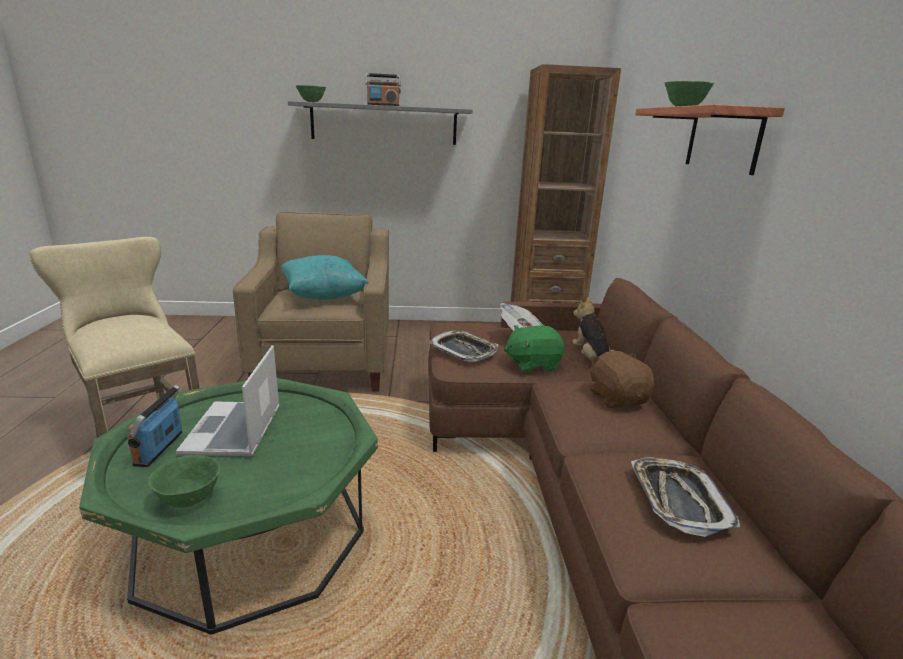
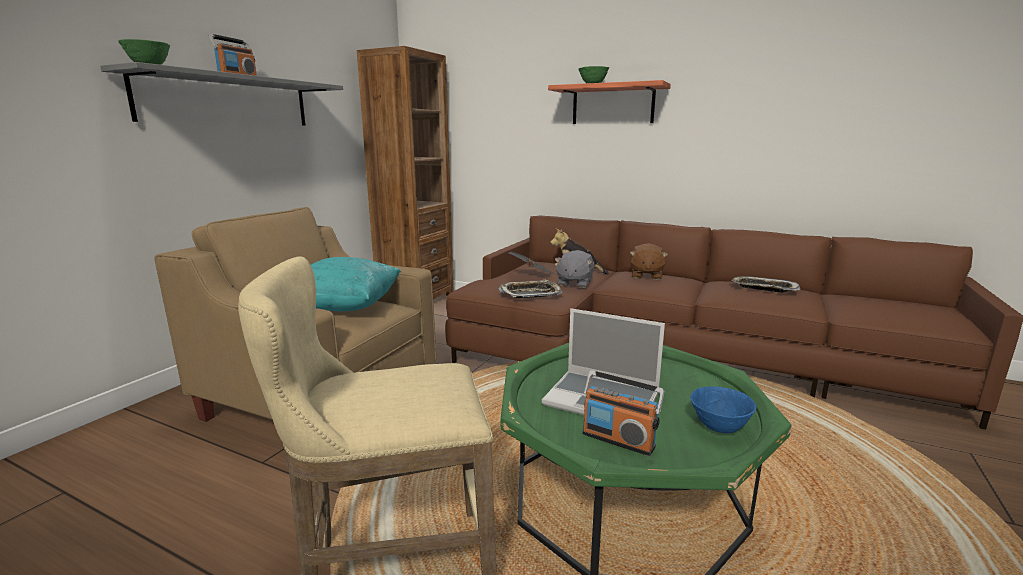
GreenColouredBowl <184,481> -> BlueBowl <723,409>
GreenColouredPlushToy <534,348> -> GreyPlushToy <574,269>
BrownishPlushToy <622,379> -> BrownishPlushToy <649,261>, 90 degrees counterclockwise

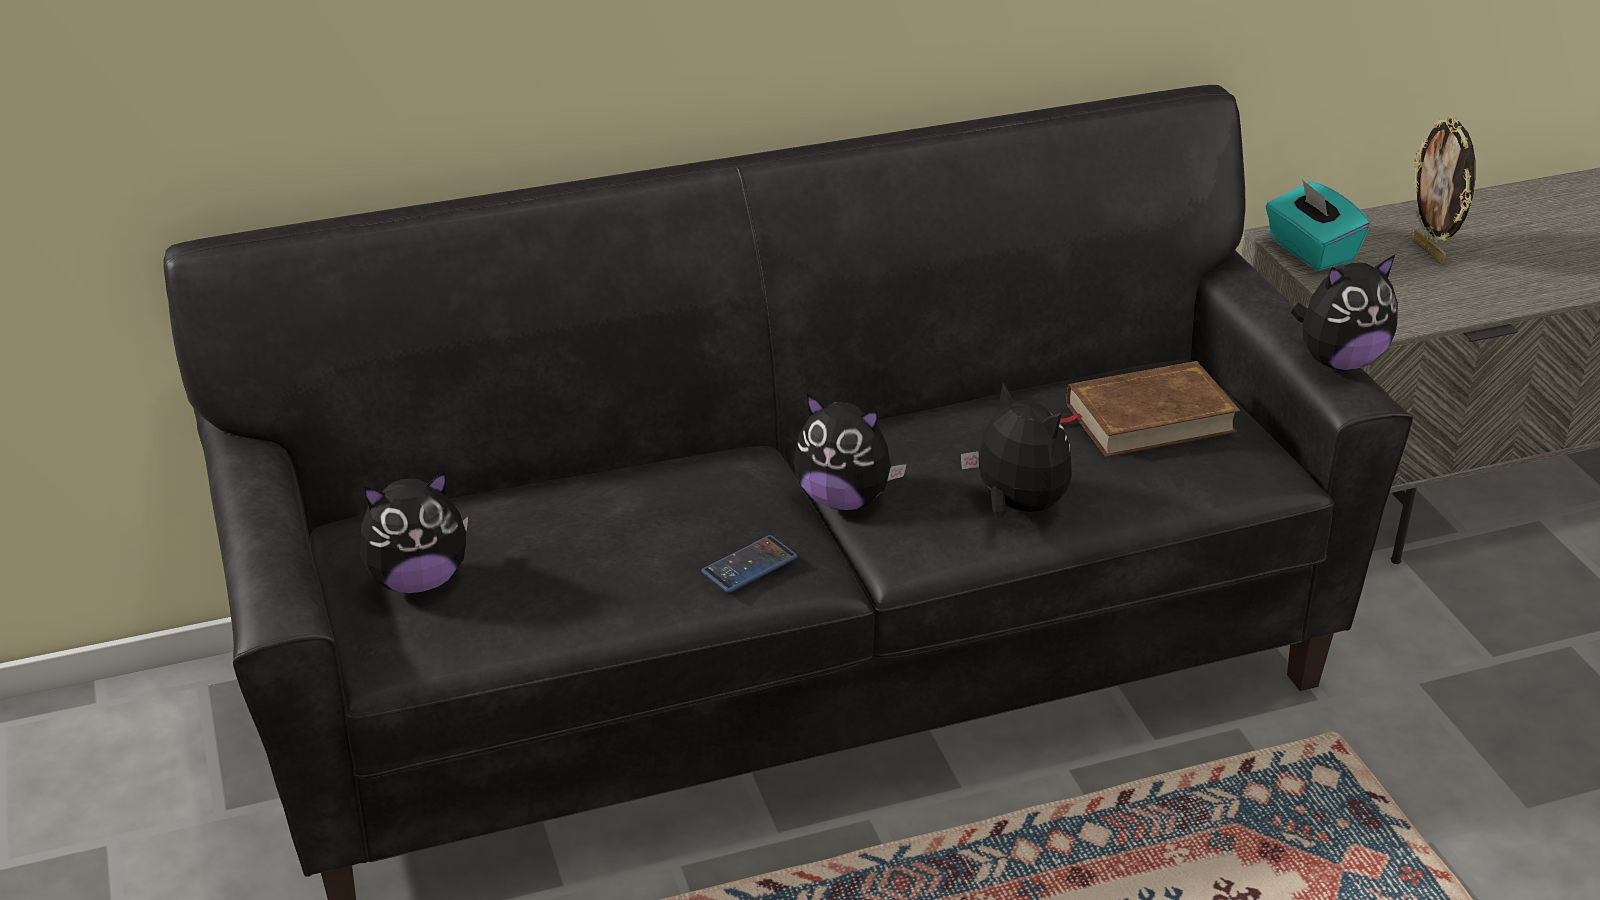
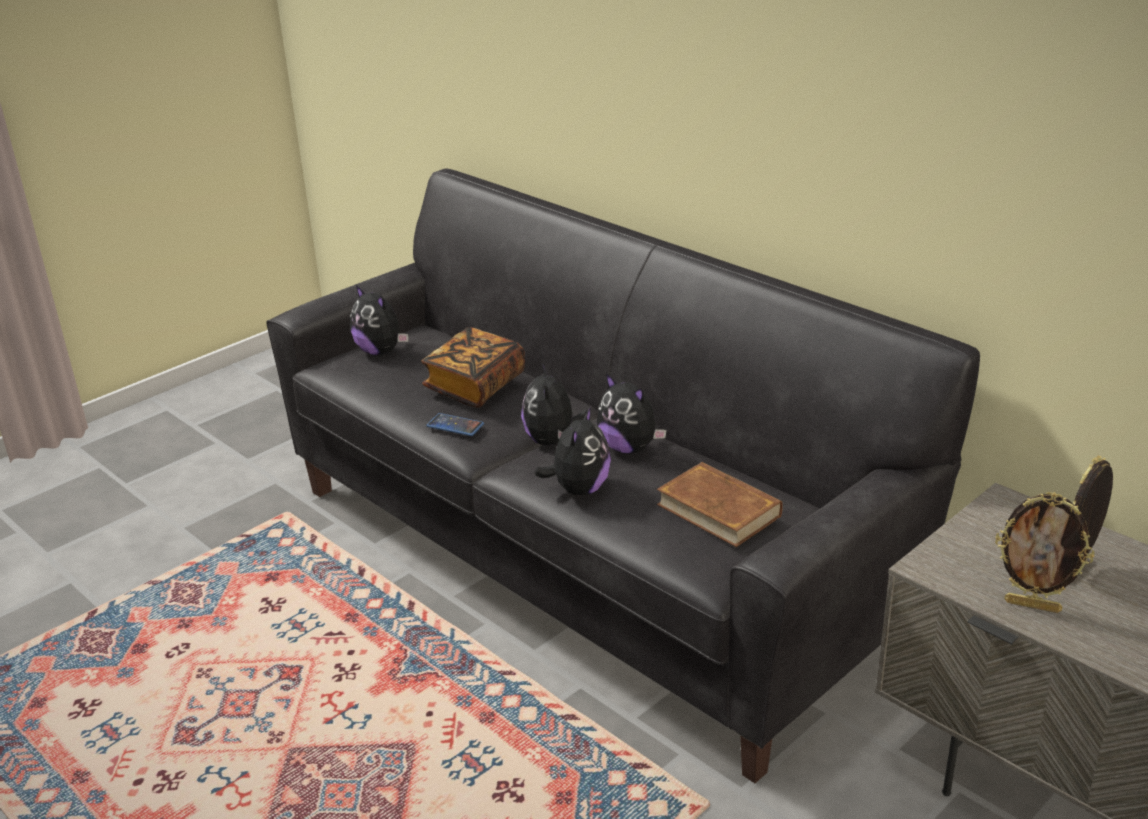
BlueGreenTissueBox <1318,225> -> none
none -> BoundBook <473,367>
none -> PhotoFrame <1045,552>
PlushToy <1344,313> -> PlushToy <632,413>, shifted

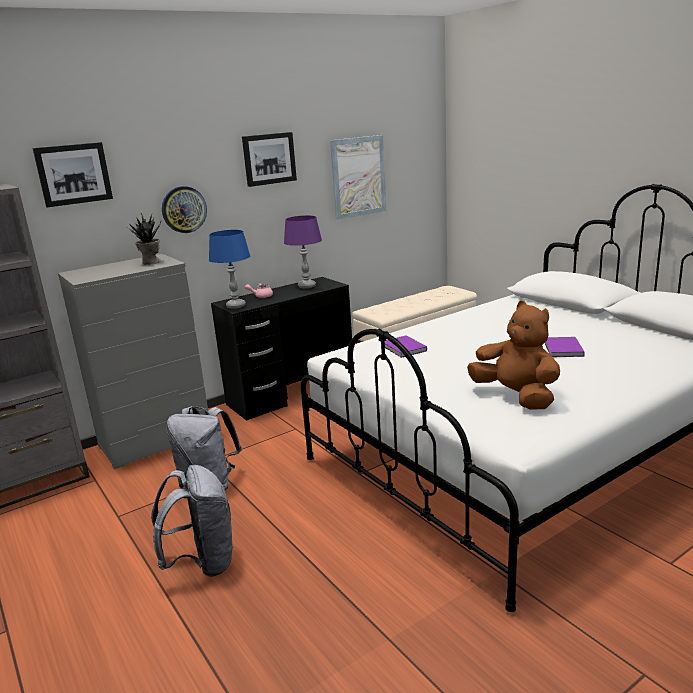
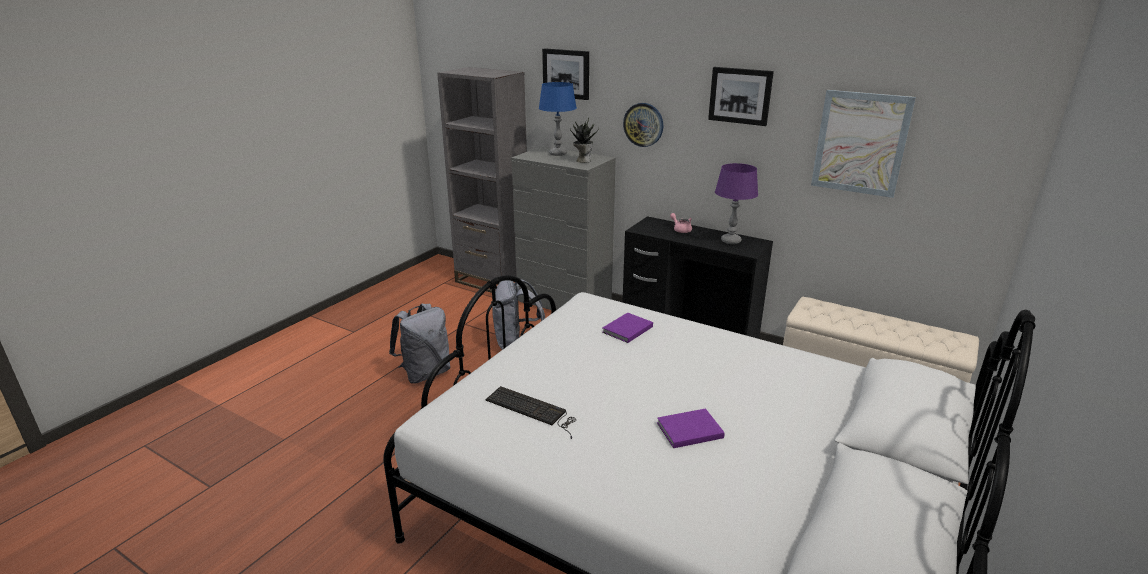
BlueTableLamp <229,269> -> BlueTableLamp <558,119>, shifted
BrownishPlushToy <513,355> -> ComputerKeyboard <531,412>

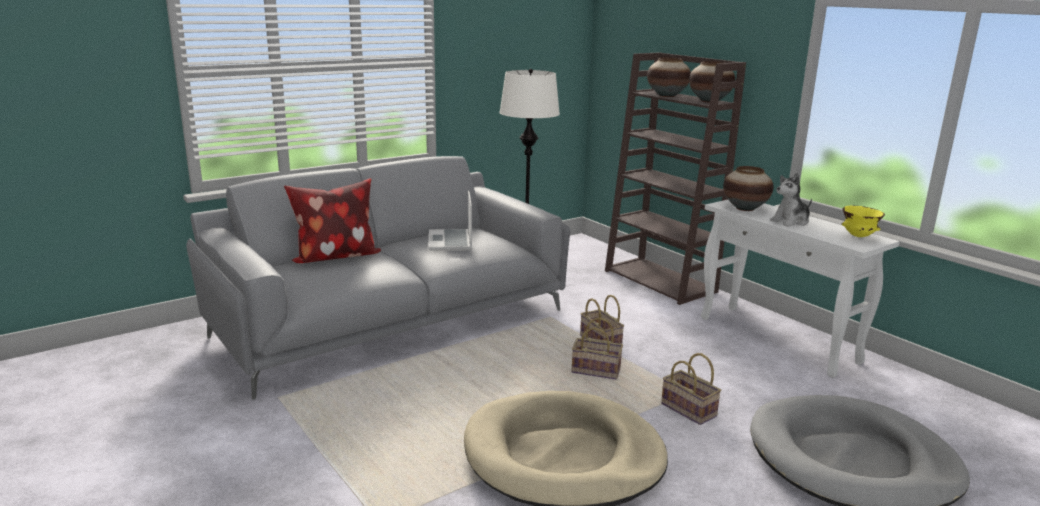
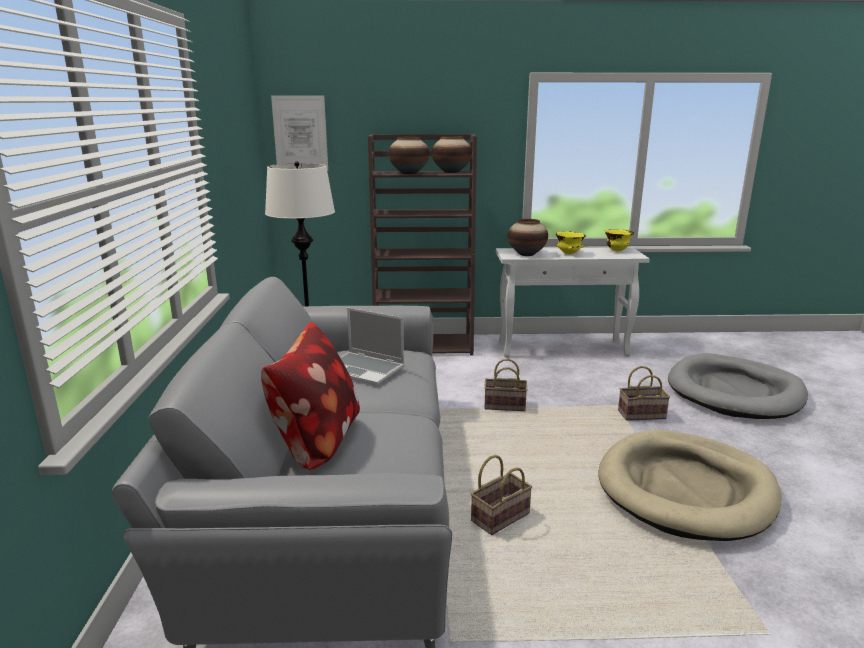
none -> WallPicture <299,133>
HouseholdBasket <597,348> -> HouseholdBasket <501,495>, shifted
PlushToy <791,200> -> YellowColouredBowl <571,242>

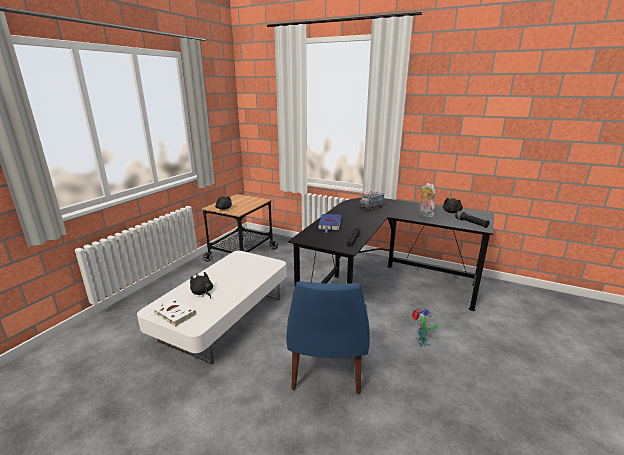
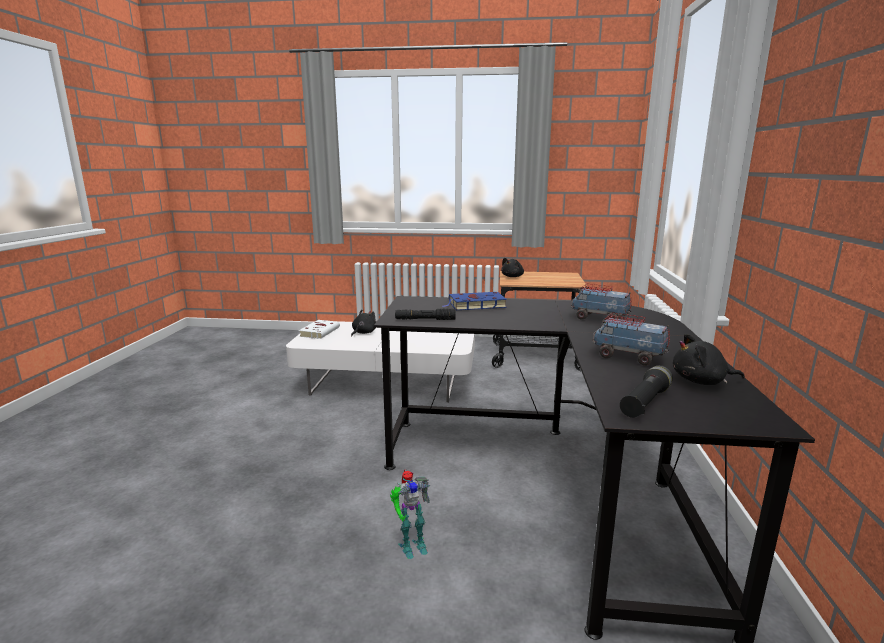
BluePlainChair <328,337> -> none
PlushToy <428,200> -> ToyTruck <631,339>

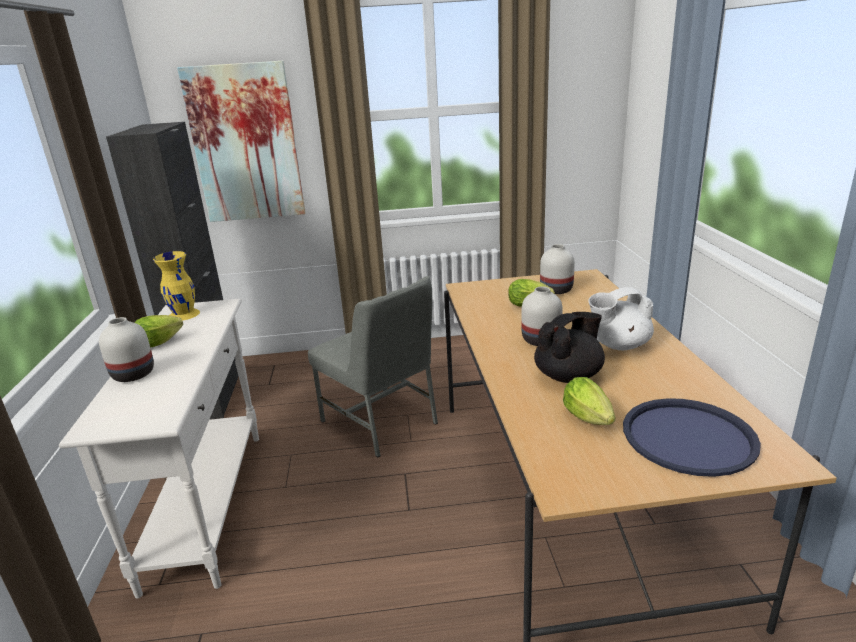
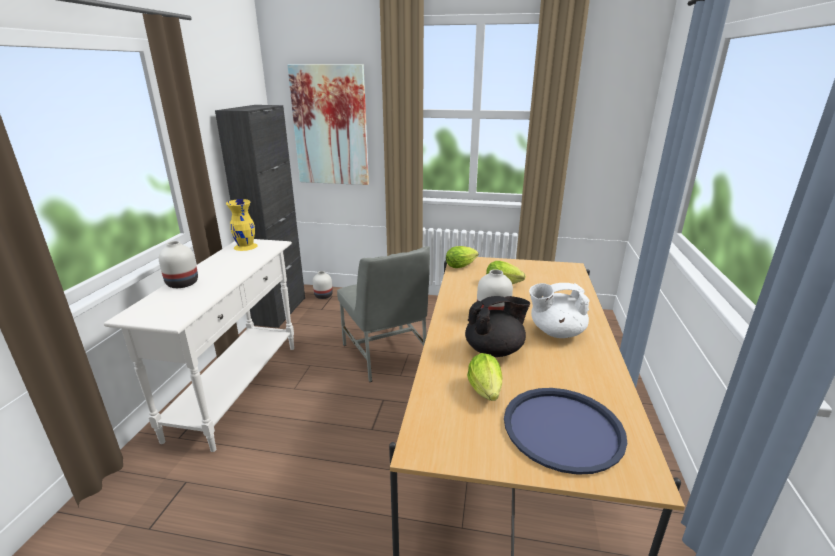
LettuceHead <158,331> -> LettuceHead <462,257>, shifted
WhiteDecorativeVase <557,269> -> WhiteDecorativeVase <323,285>, shifted

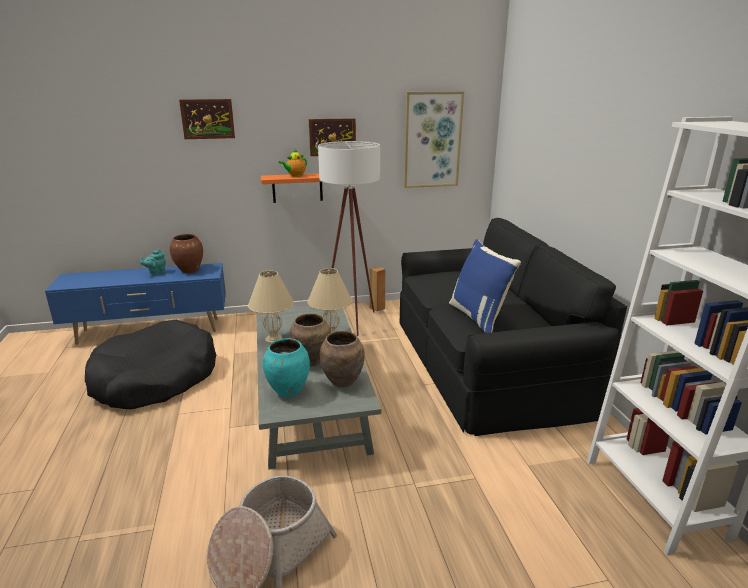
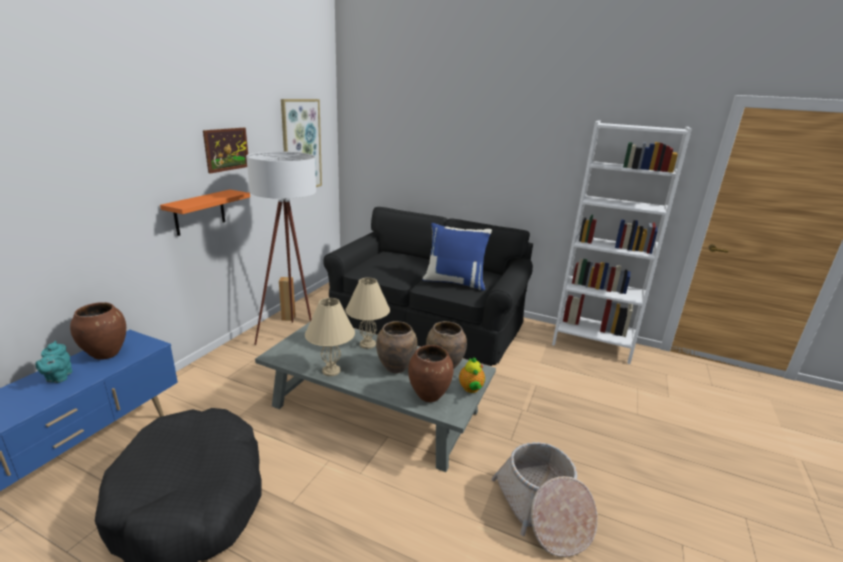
WallPicture <207,119> -> none
TeaPot <292,162> -> TeaPot <472,375>, shifted
BlueGreenDecorativeVase <286,367> -> BrownishDecorativeVase <430,373>

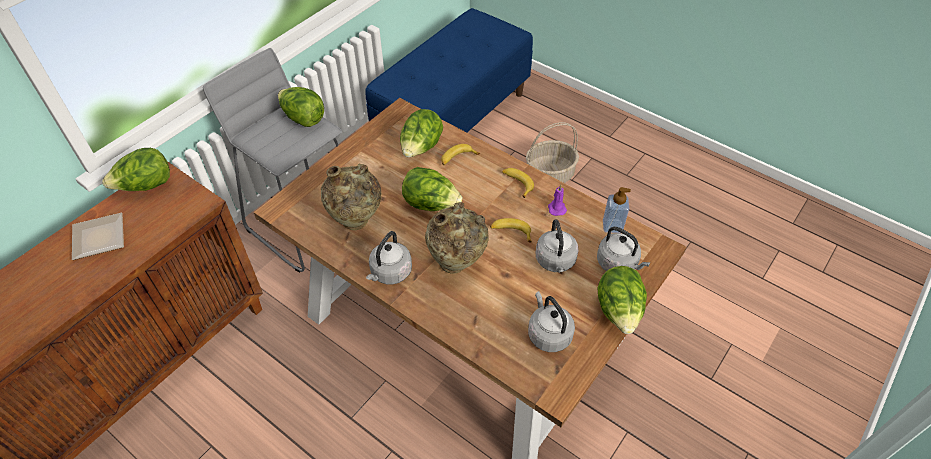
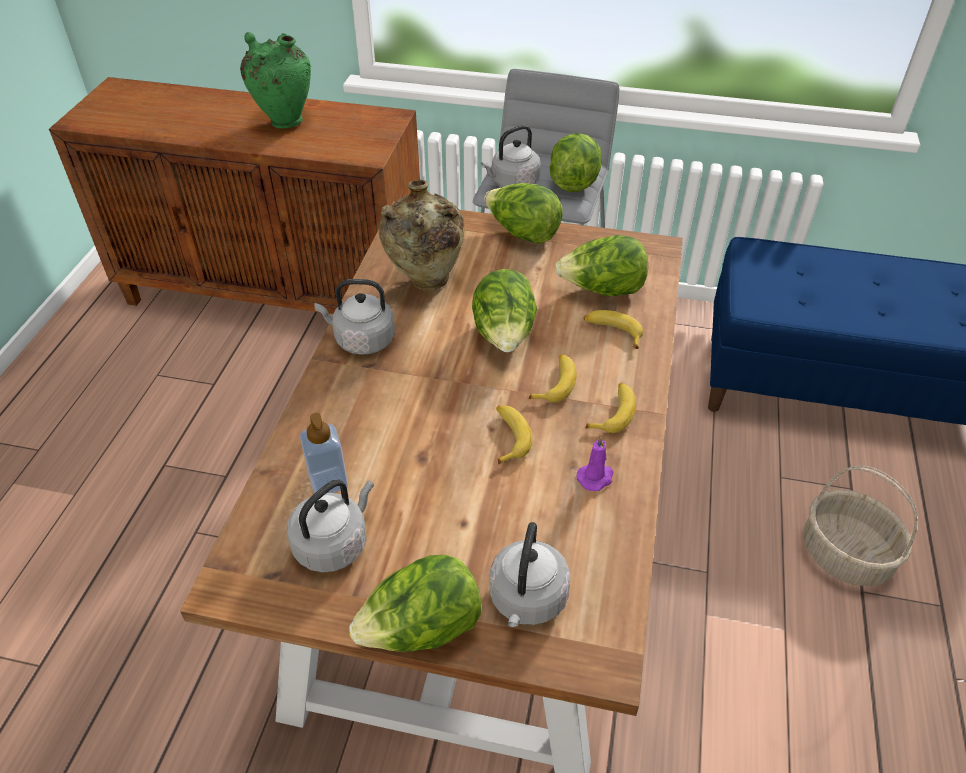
SandColouredDecorativeVase <457,238> -> none
none -> WholeBanana <553,378>
LettuceHead <136,169> -> LettuceHead <523,213>, shifted
GreyWaterKettle <557,246> -> GreyWaterKettle <511,156>, shifted
SoapBottle <617,210> -> SoapBottle <324,453>, shifted
Plate <98,236> -> GreenColouredDecorativeVase <275,80>

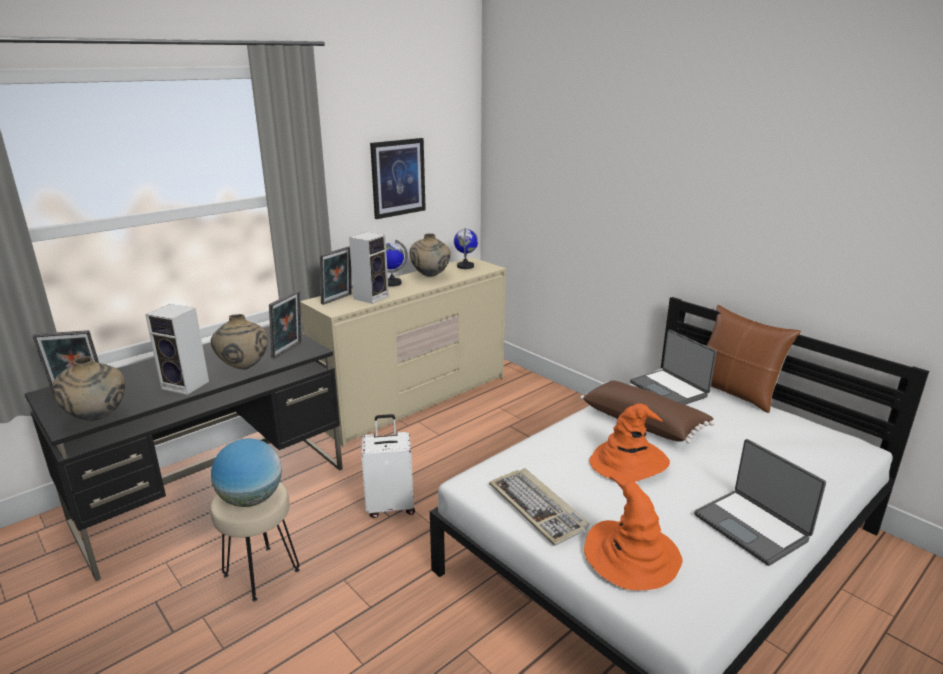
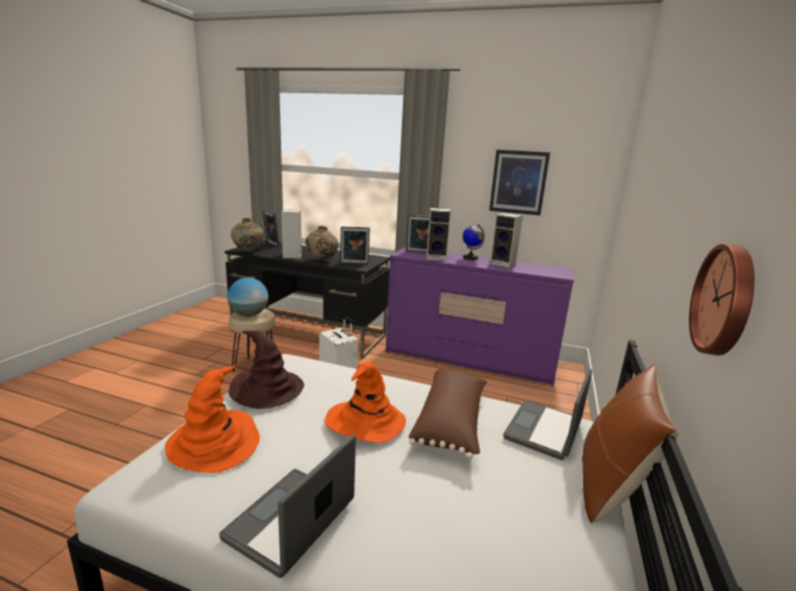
Globe <466,248> -> none
none -> HangingClock <721,300>
SandColouredDecorativeVase <430,255> -> Loudspeaker <506,240>
ComputerKeyboard <539,507> -> BrownishClothingHat <266,369>
SandColouredChestOfDrawers <403,352> -> PurpleColouredChestOfDrawers <480,317>

